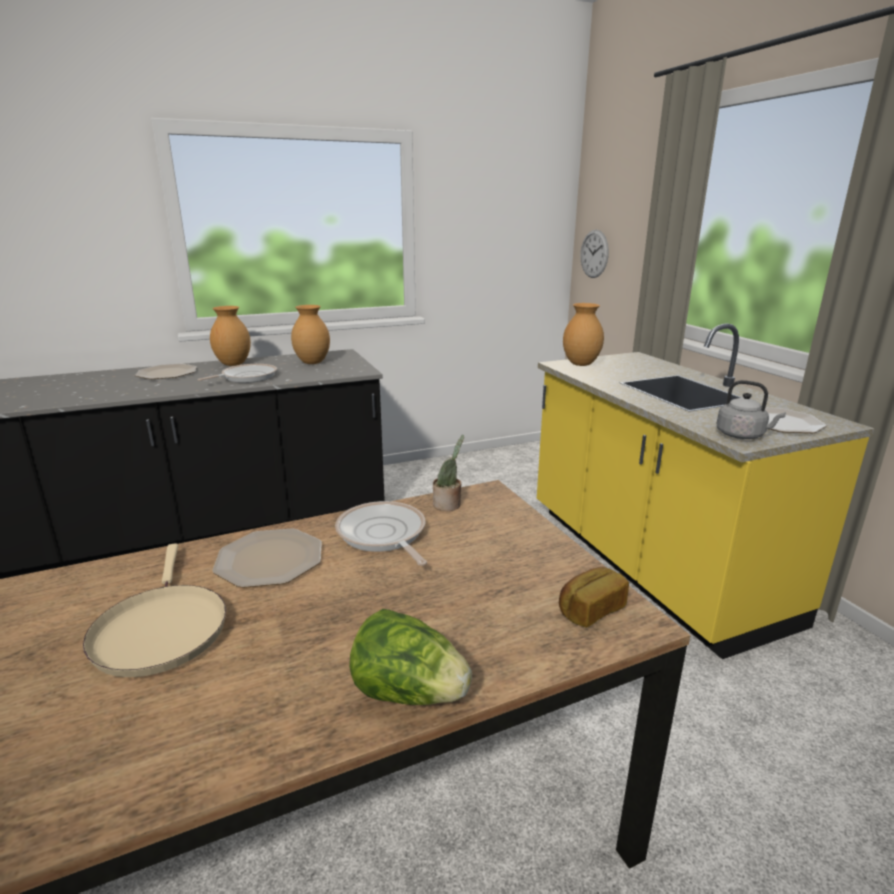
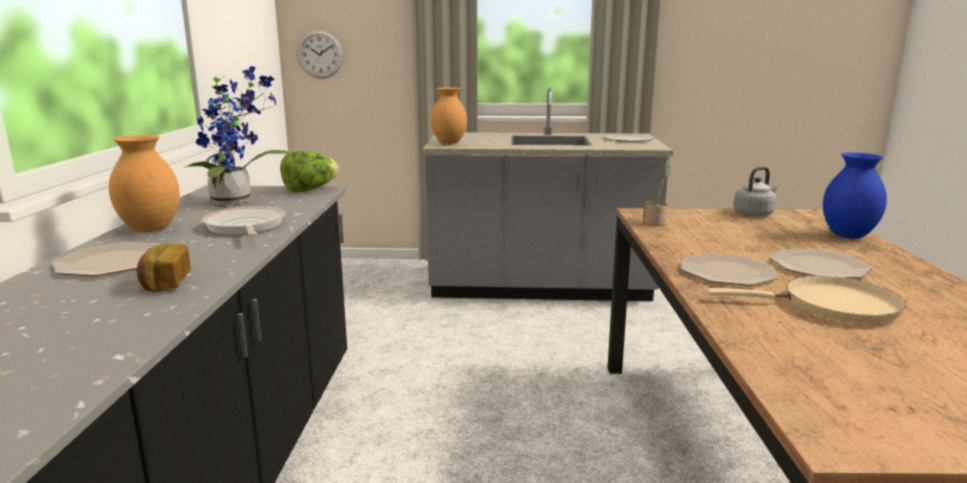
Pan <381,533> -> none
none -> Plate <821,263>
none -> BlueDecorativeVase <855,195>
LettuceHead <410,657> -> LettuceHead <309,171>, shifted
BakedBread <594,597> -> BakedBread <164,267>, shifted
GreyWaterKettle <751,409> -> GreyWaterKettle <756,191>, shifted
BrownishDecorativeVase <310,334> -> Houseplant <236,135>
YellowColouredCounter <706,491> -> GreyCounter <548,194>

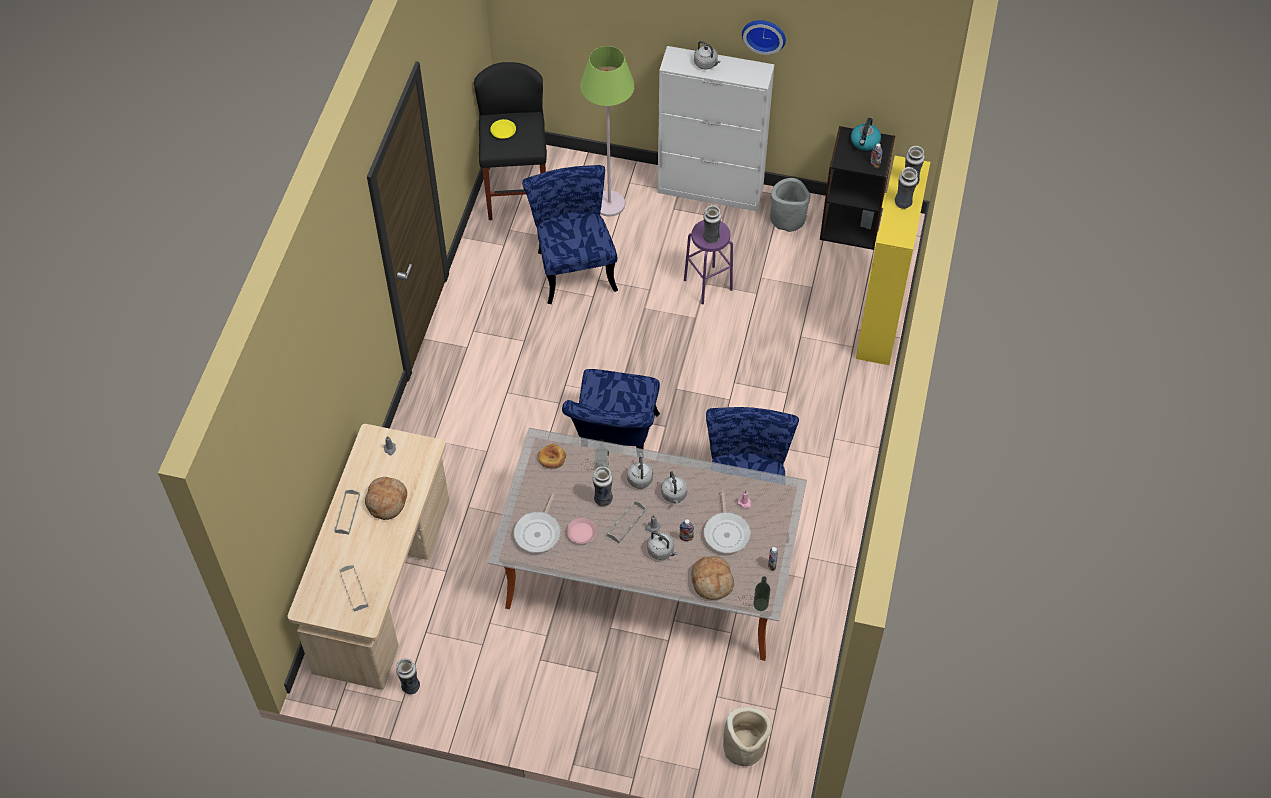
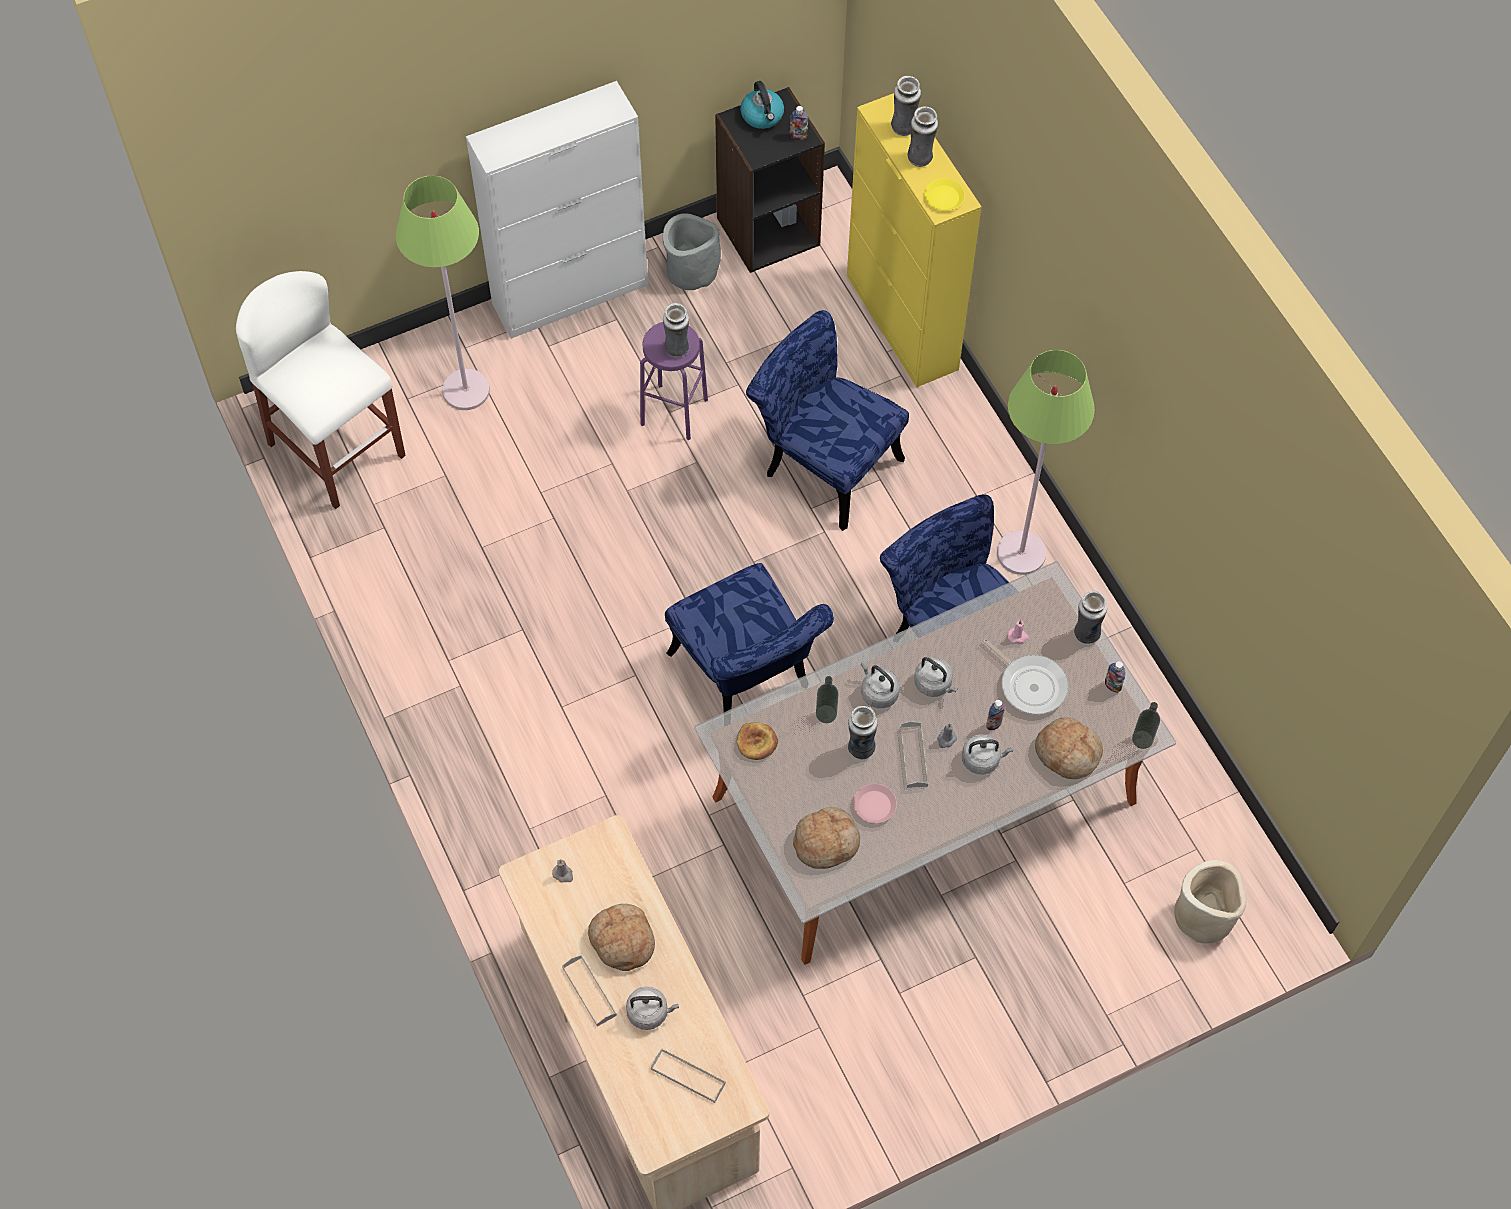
HangingClock <764,37> -> none
none -> GreenColouredStandingLamp <1046,462>
DecorativeVase <408,676> -> DecorativeVase <1090,617>, shifted
YellowColouredPlate <503,129> -> YellowColouredPlate <944,194>, shifted
BluePlainChair <570,234> -> BluePlainChair <827,420>, shifted
GreyWaterKettle <707,55> -> GreyWaterKettle <652,1008>, shifted
Pan <537,522> -> BakedBread <826,838>
BlackishStool <510,141> -> WhiteStool <321,390>

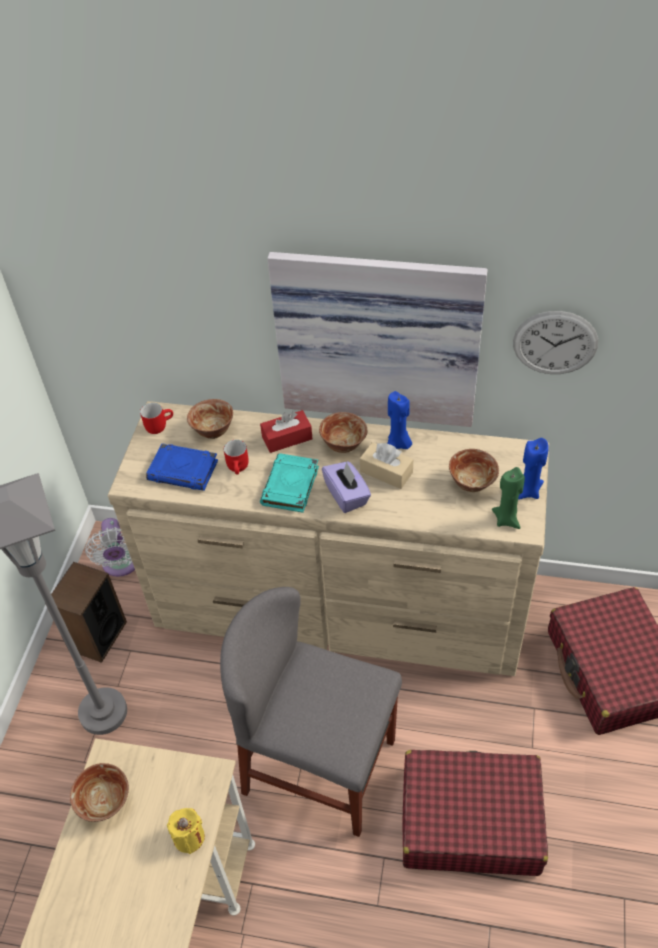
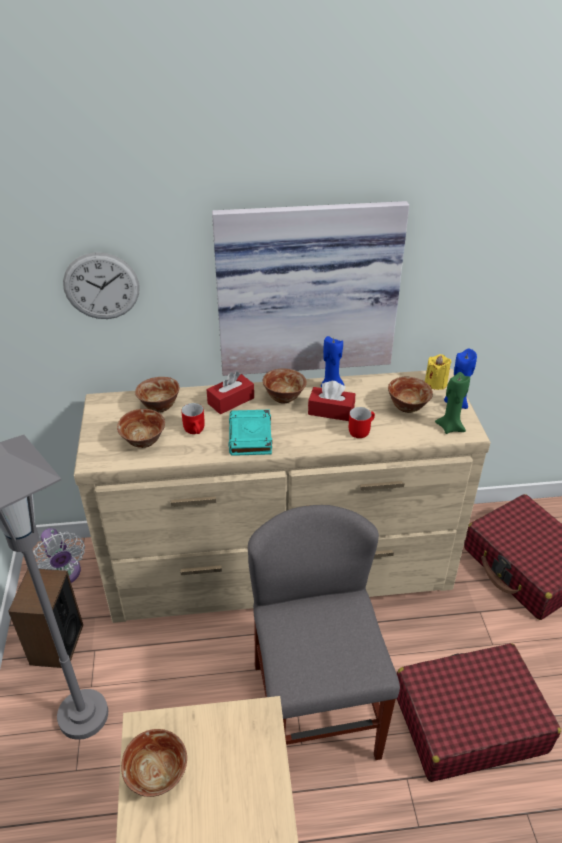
PurpleColouredTissueBox <346,487> -> none
RedCoffeeMug <156,418> -> RedCoffeeMug <362,422>, shifted
YellowColouredWaxCandle <186,831> -> YellowColouredWaxCandle <438,372>, shifted
HangingClock <555,342> -> HangingClock <101,285>, shifted
BlueBoundBook <182,467> -> Bowl <141,428>
SandColouredTissueBox <386,465> -> RedTissueBox <331,401>
GreyPlainChair <311,712> -> GreyPlainChair <324,632>, 75 degrees clockwise

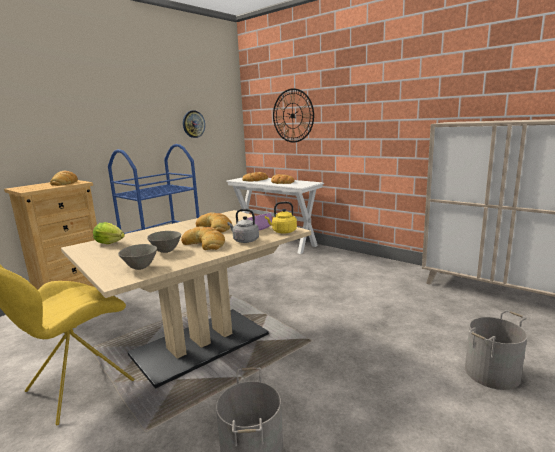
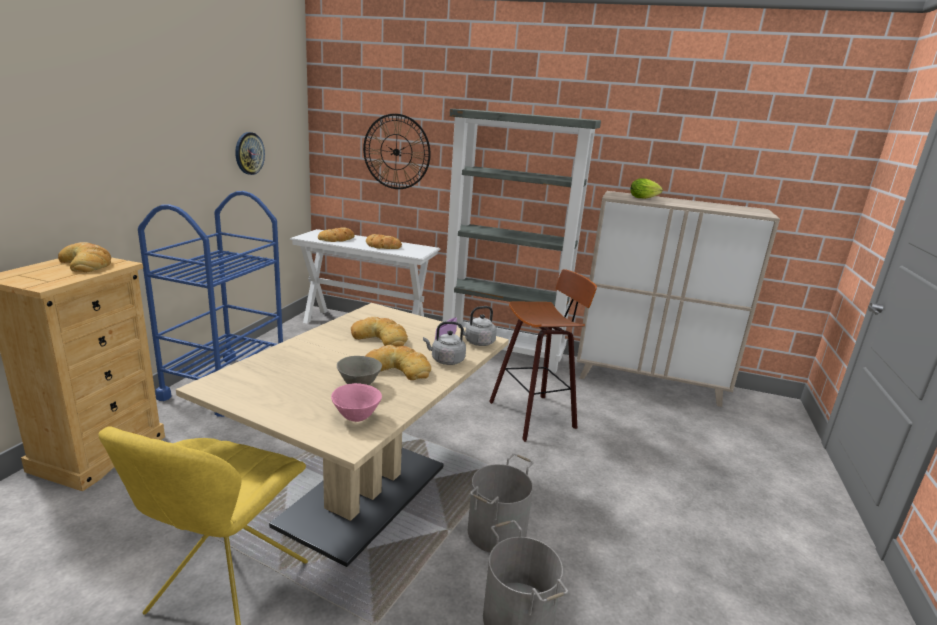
none -> GreyBookcase <521,241>
none -> Stool <543,355>
LettuceHead <109,233> -> LettuceHead <647,188>, shifted
GreyWaterBucket <496,350> -> GreyWaterBucket <501,503>, shifted
GreyBowl <137,257> -> PinkBowl <356,402>
YellowColouredWaterKettle <281,218> -> GreyWaterKettle <477,326>

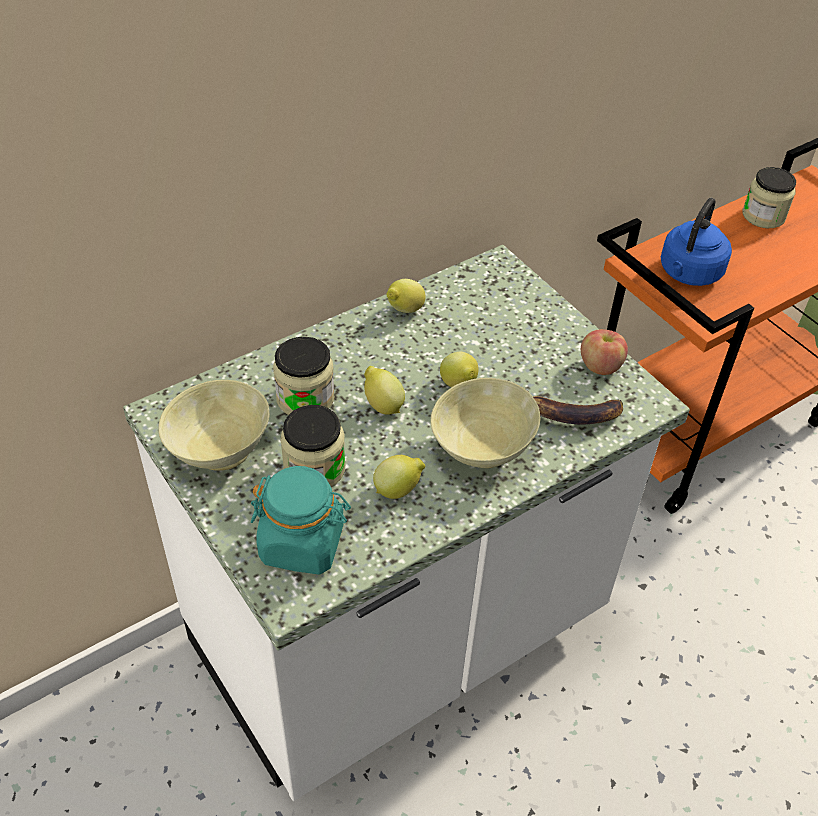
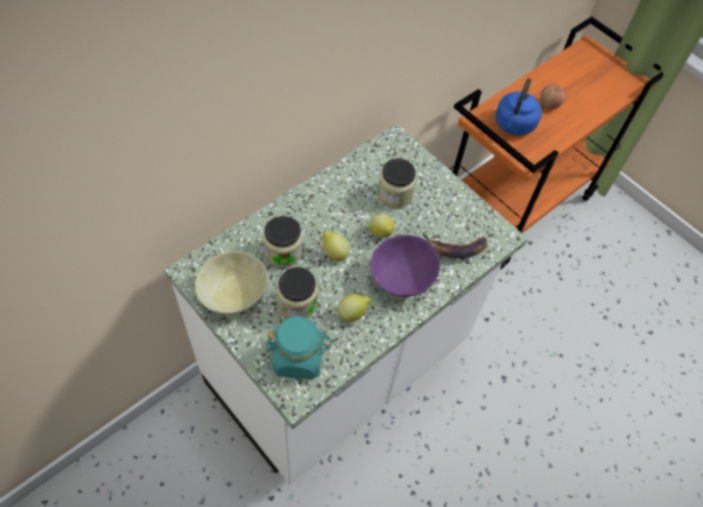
CitrusFruit <406,296> -> none
AppleFruit <604,352> -> AppleFruit <553,97>, shifted
Jar <769,197> -> Jar <396,183>, shifted
SandColouredBowl <485,423> -> PurpleColouredBowl <405,266>

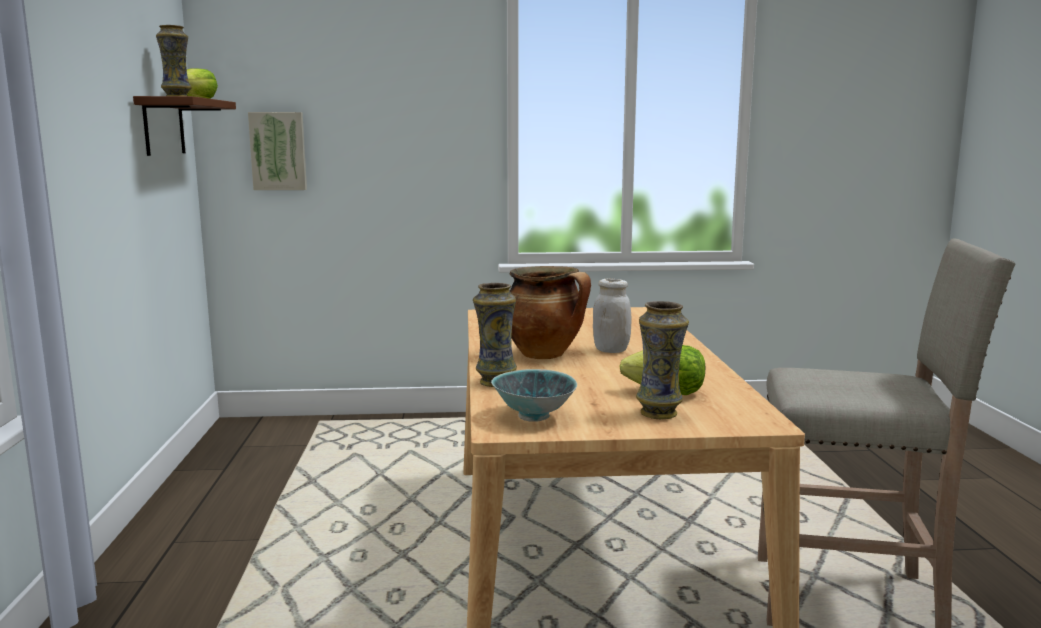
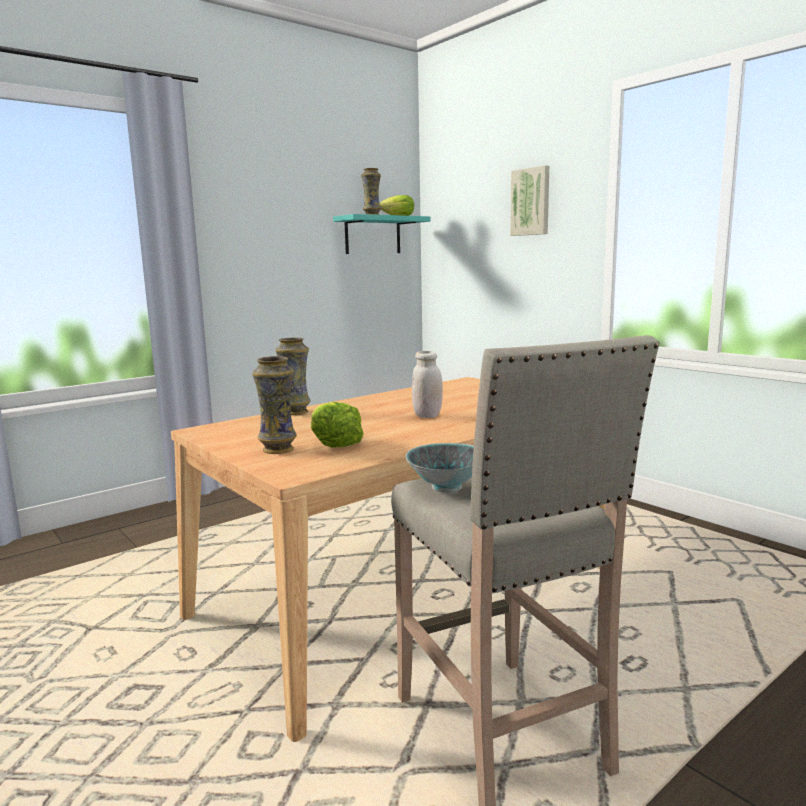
Saucepot <550,312> -> none
WallPicture <277,151> -> WallPicture <529,200>, shifted
Bowl <534,395> -> Bowl <439,468>, shifted
BrownishWallShelf <184,126> -> BlueGreenWallShelf <381,234>

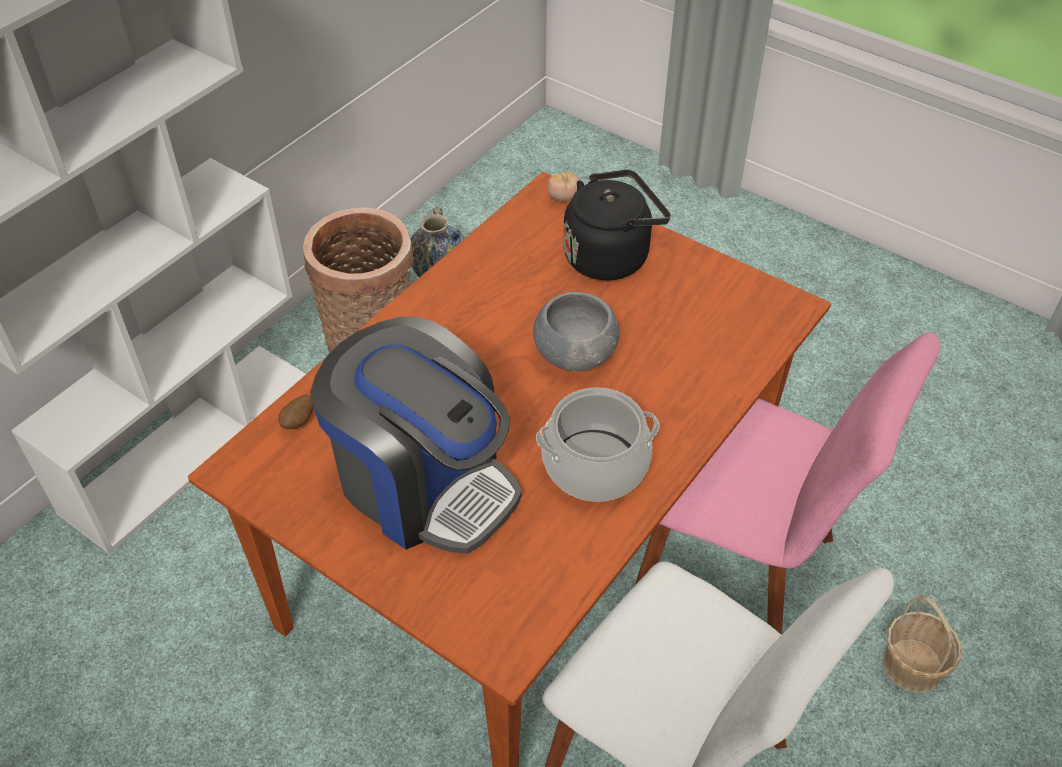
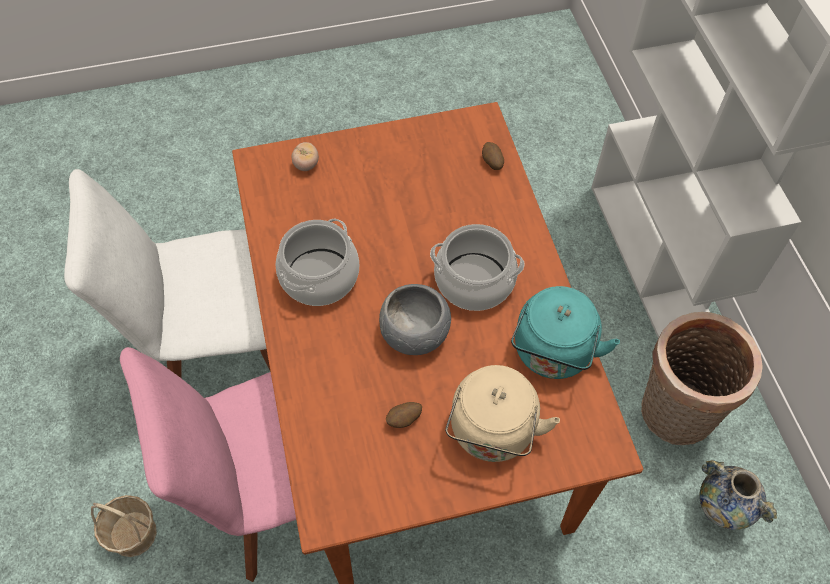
CoffeeMachine <416,435> -> none
none -> WholePotato <404,415>
none -> Saucepot <477,267>
none -> BlueGreenWaterKettle <565,332>
Tomato <563,187> -> Tomato <305,156>, shifted
BlackishWaterKettle <617,225> -> SandColouredWaterKettle <502,413>

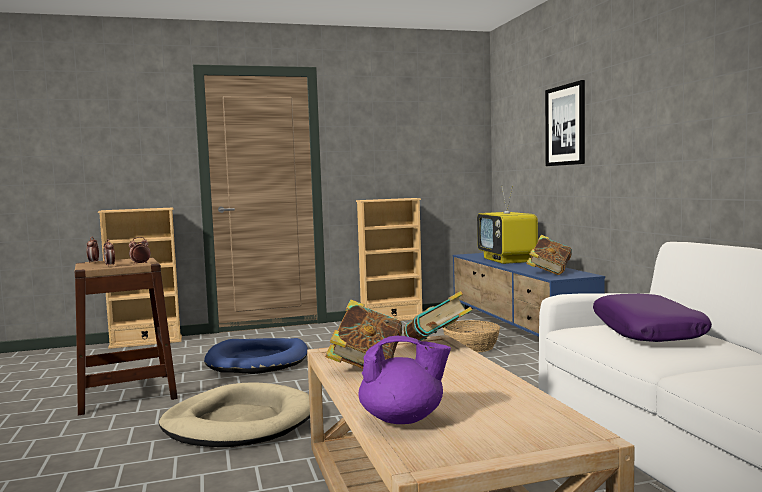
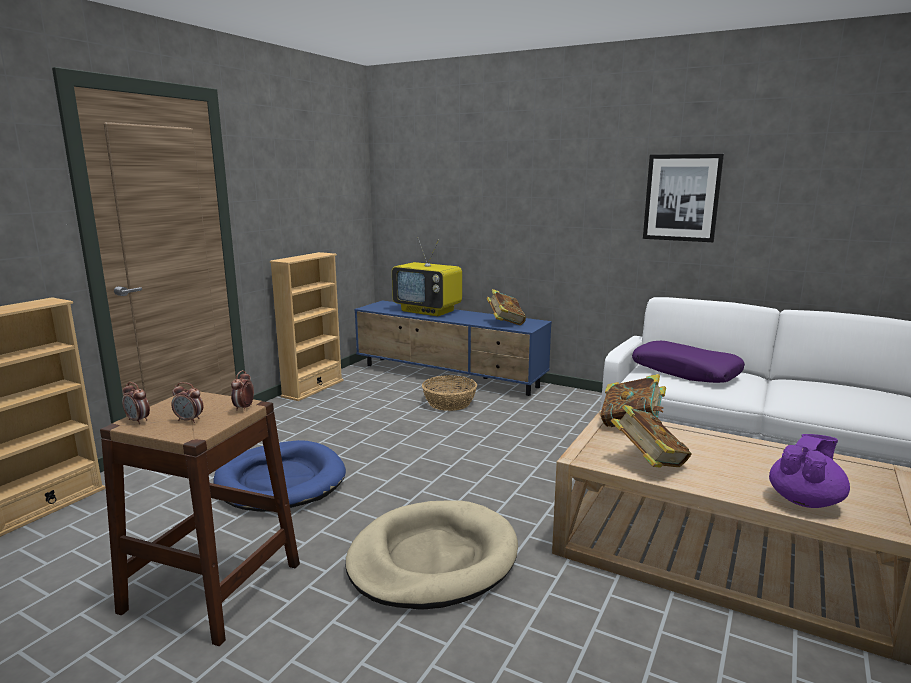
WallPicture <565,123> -> WallPicture <683,198>, shifted

